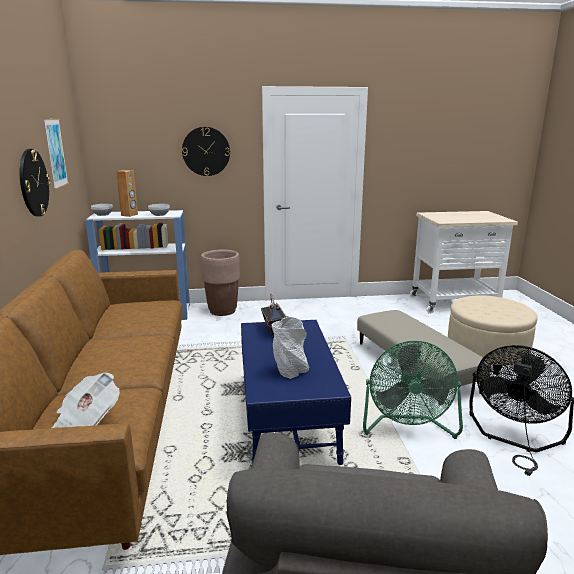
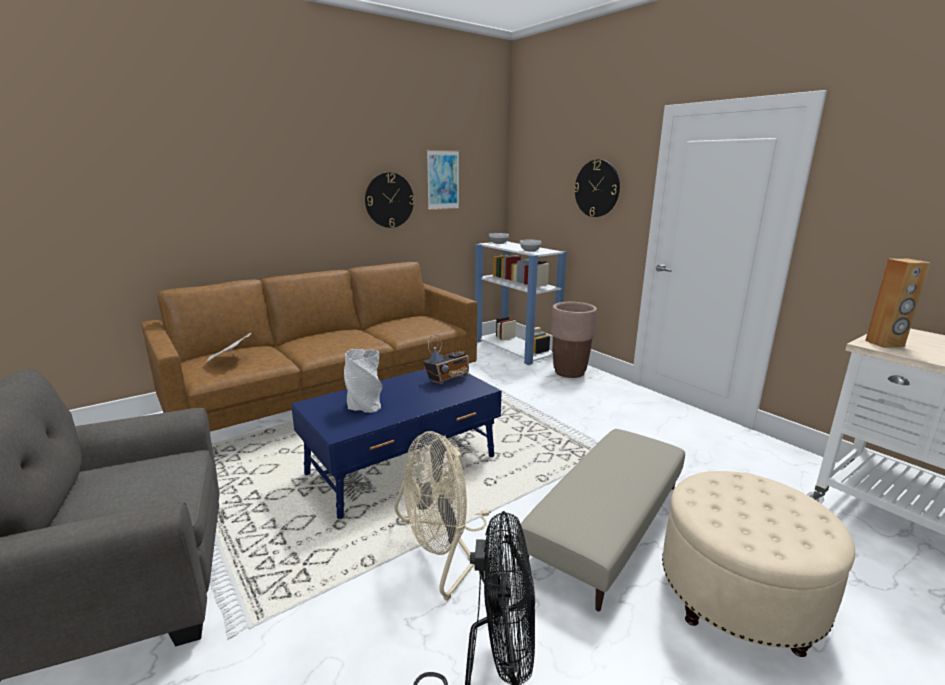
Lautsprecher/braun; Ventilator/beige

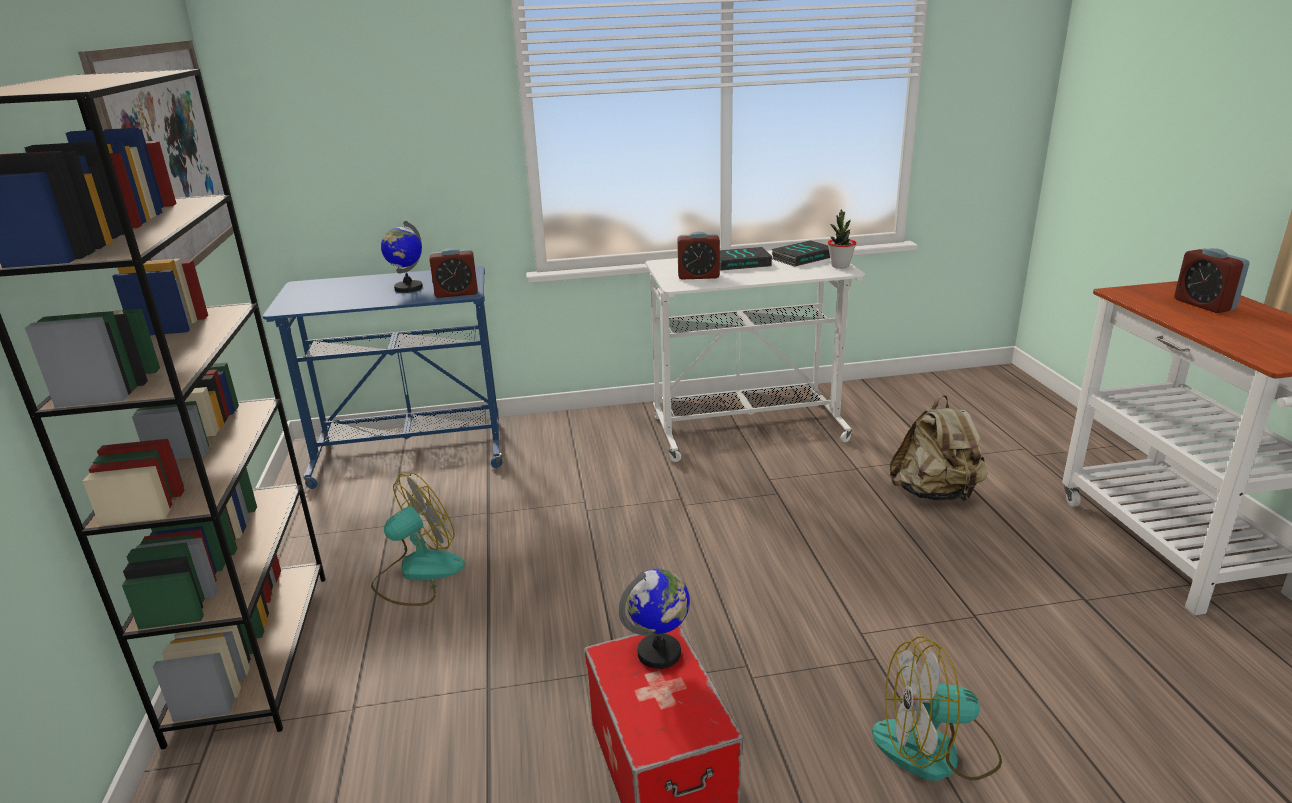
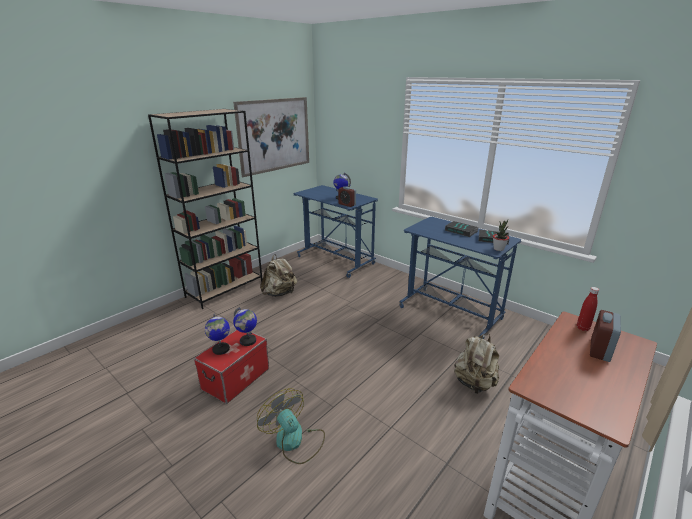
Wecker (no. 2 from left in the first image); Globus (no. 1 from left); Flasche/rot; Rucksack/beige (no. 1 from left); Schreibtisch/blau (no. 2 from left)

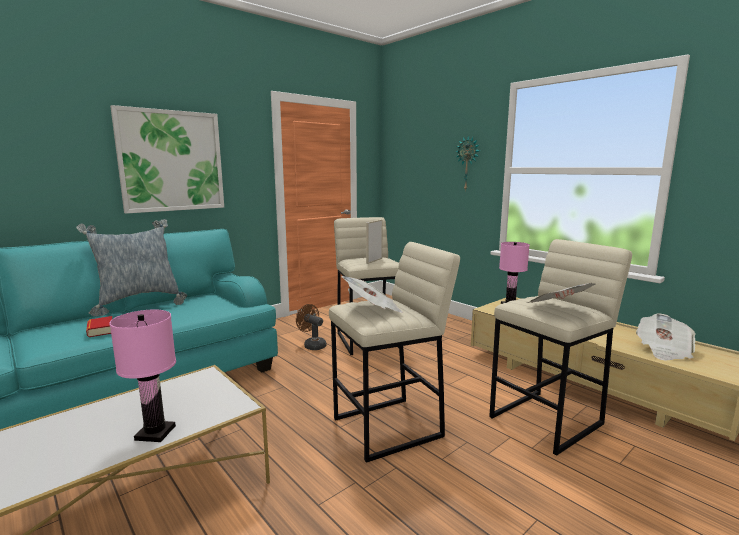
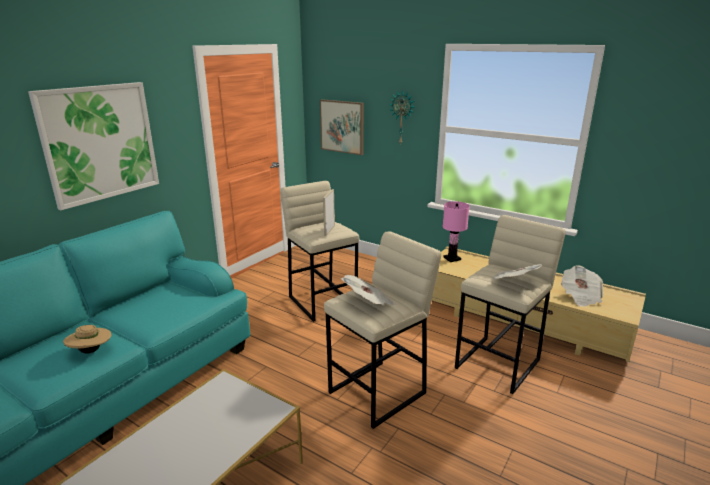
Kissen; Tischlampe/rosa (no. 1 from left in the first image); Ventilator/braun; Bild (no. 2 from left); Hut/beige

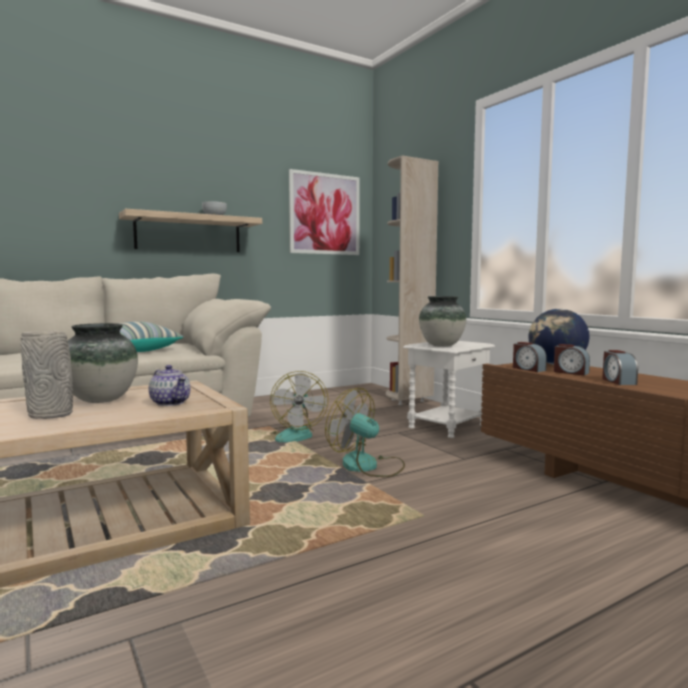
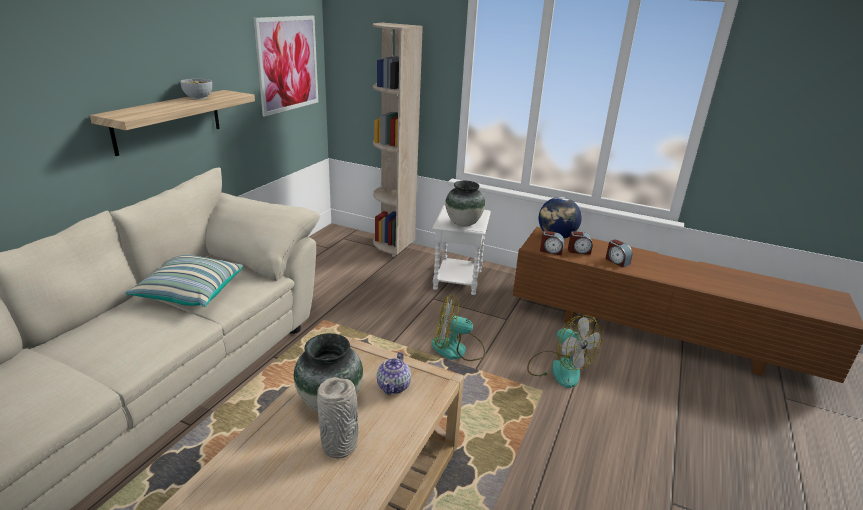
Ventilator (no. 2 from left); Teekanne

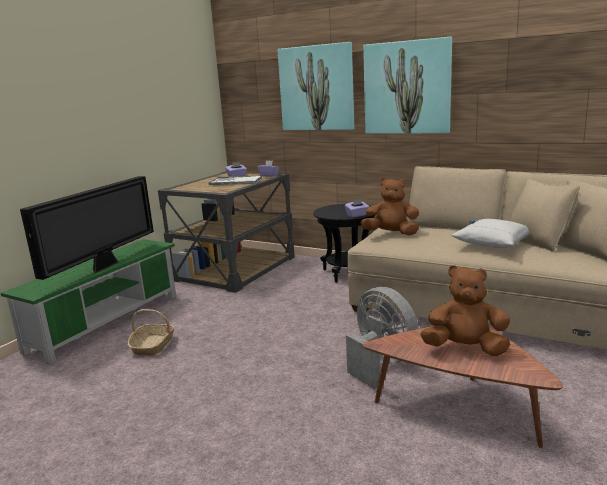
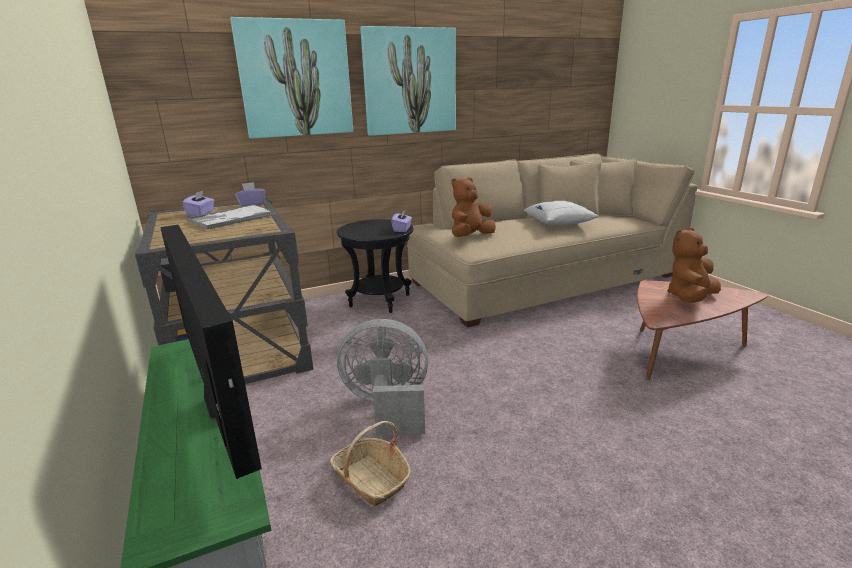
Ventilator/grau

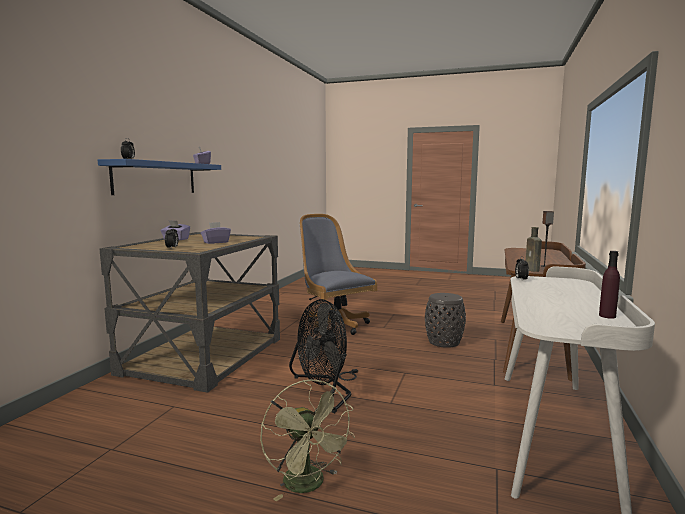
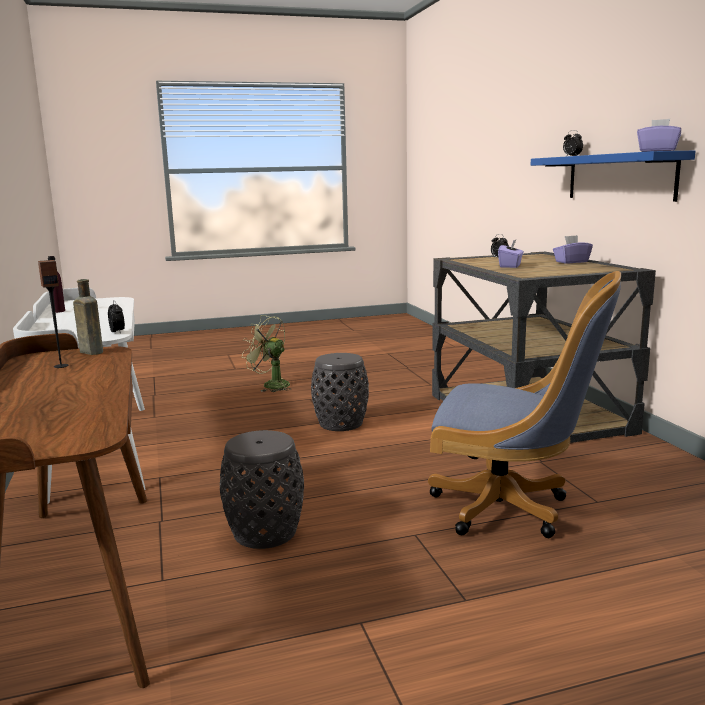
Hocker/grau (no. 2 from left)

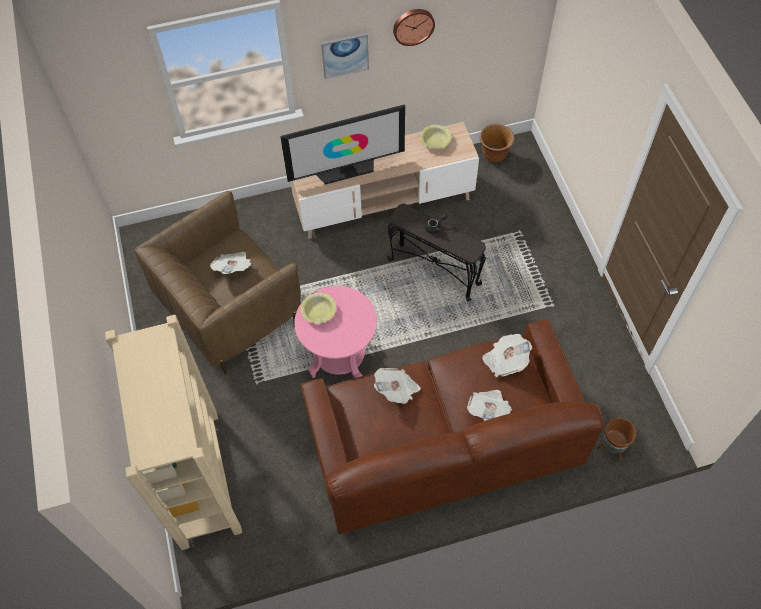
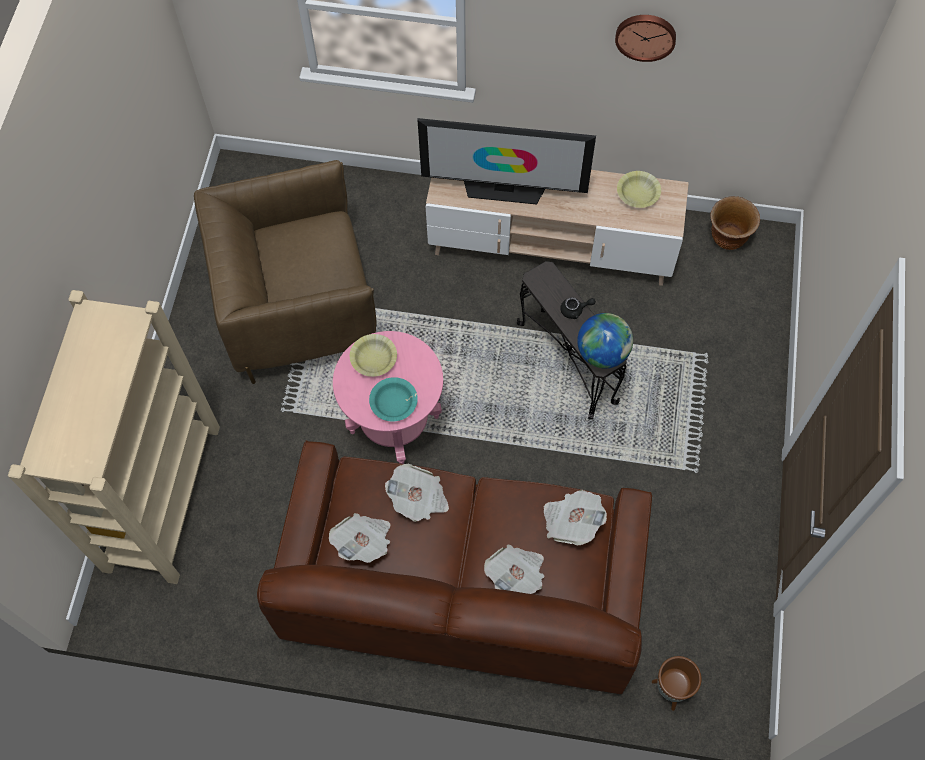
Bild; Schüssel/türkis; Globus; Zeitung (no. 1 from left)

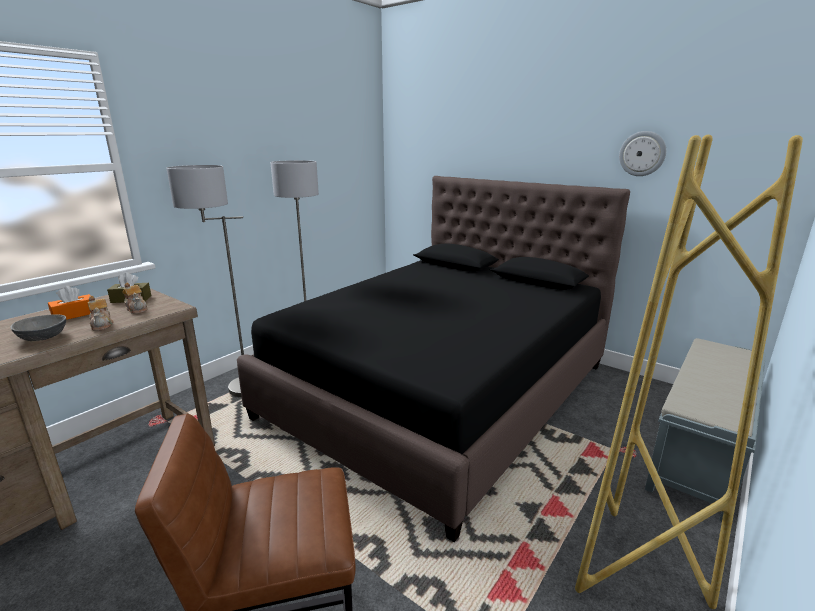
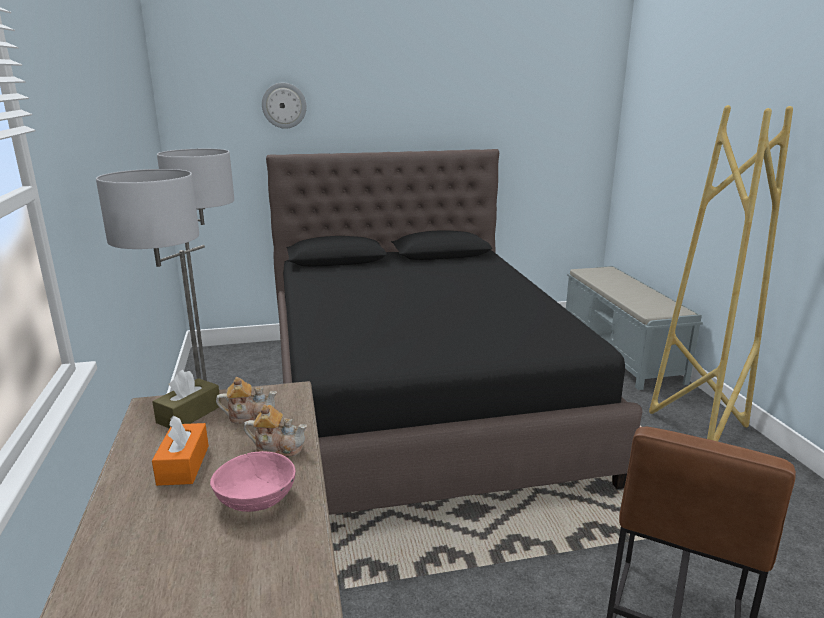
Wanduhr; Schüssel/rosa

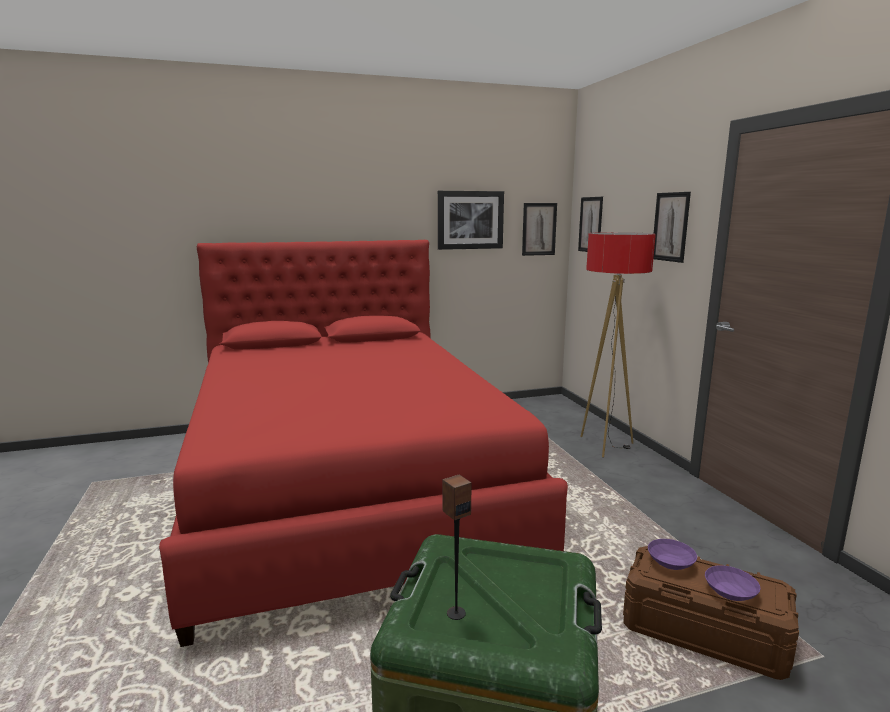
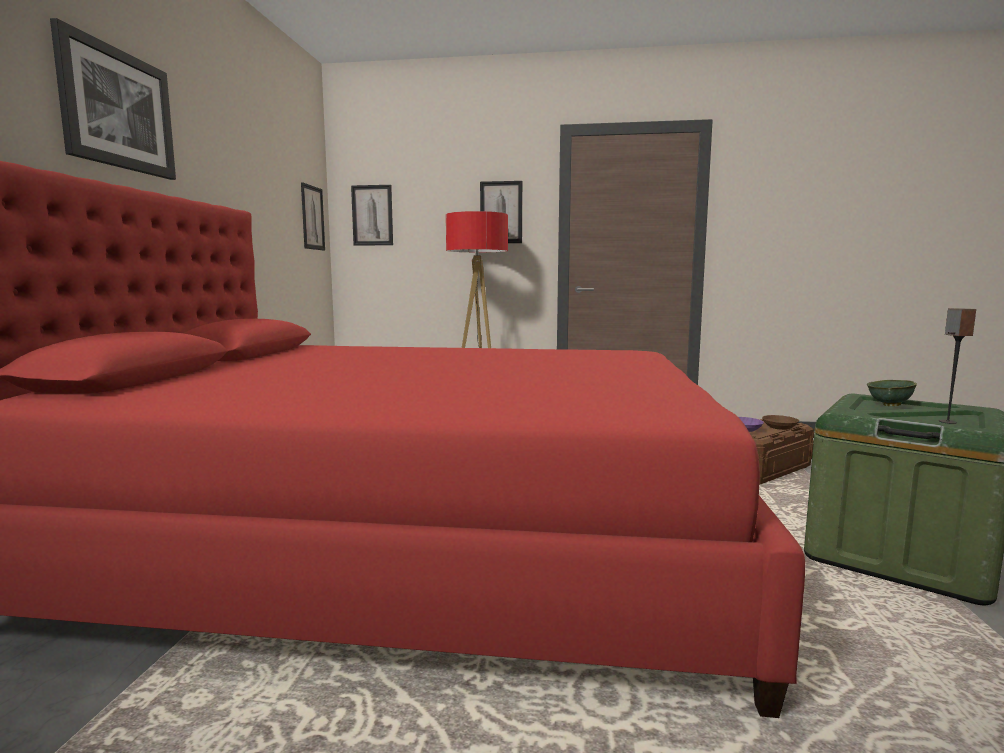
Schüssel/grün; Bild (no. 1 from left); Schüssel/braun

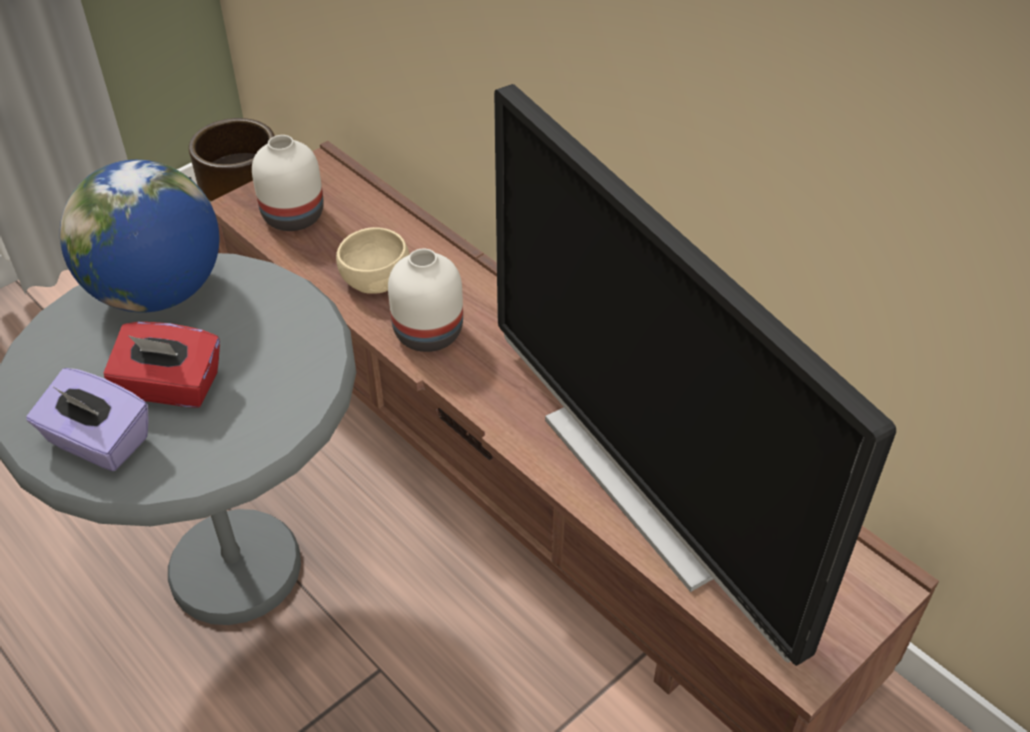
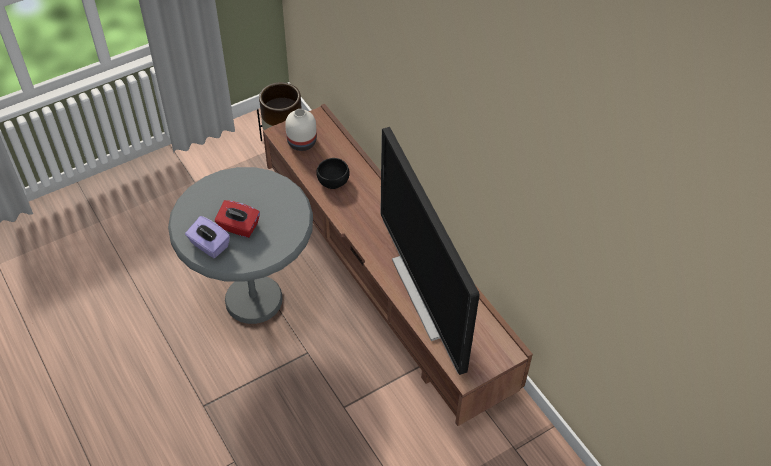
Globus; Vase/weiß (no. 2 from left in the first image); Schüssel/schwarz

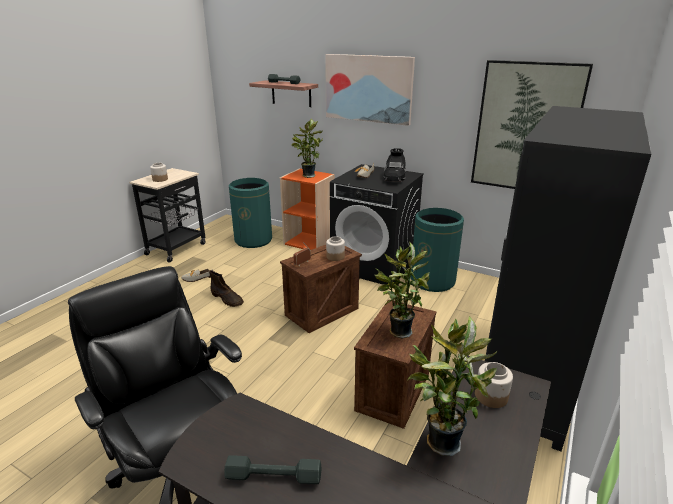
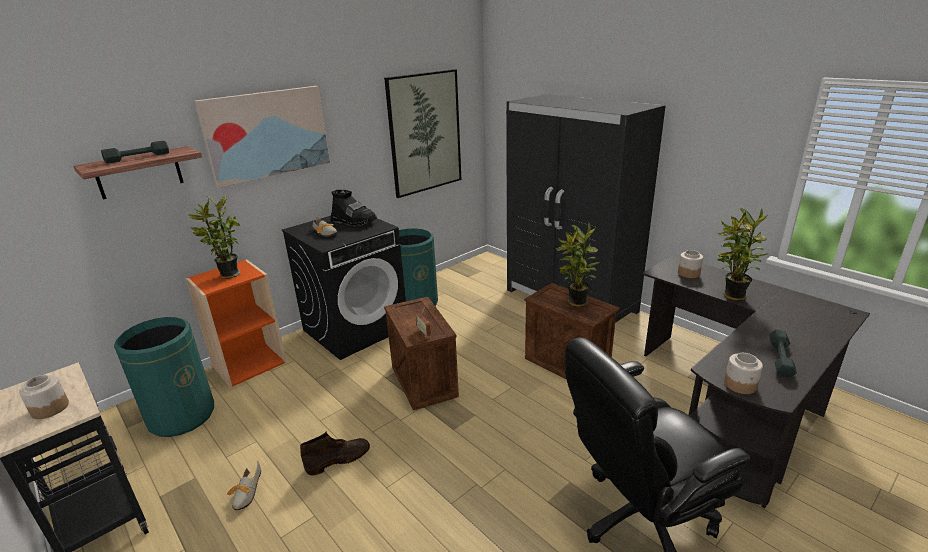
Vorratsglas (no. 3 from left)

